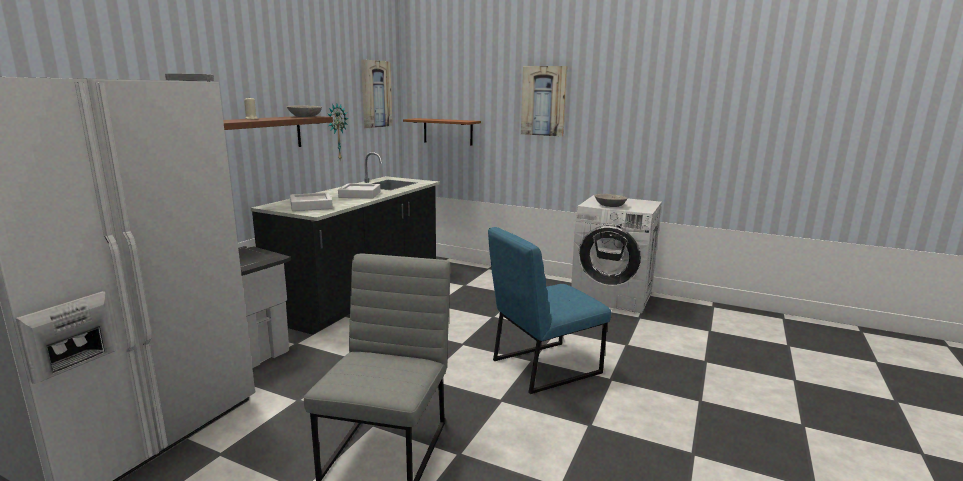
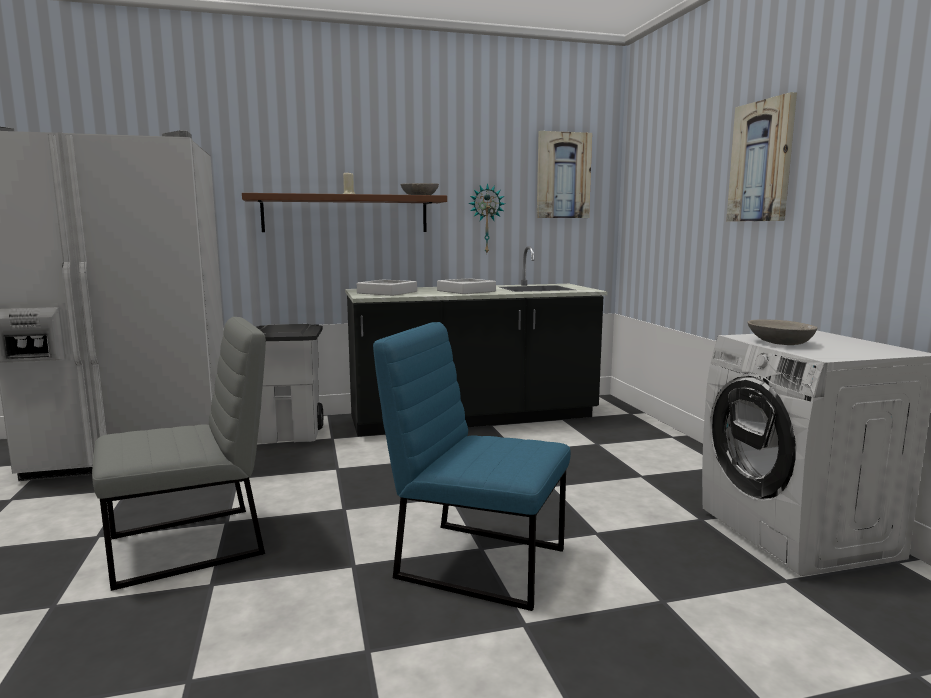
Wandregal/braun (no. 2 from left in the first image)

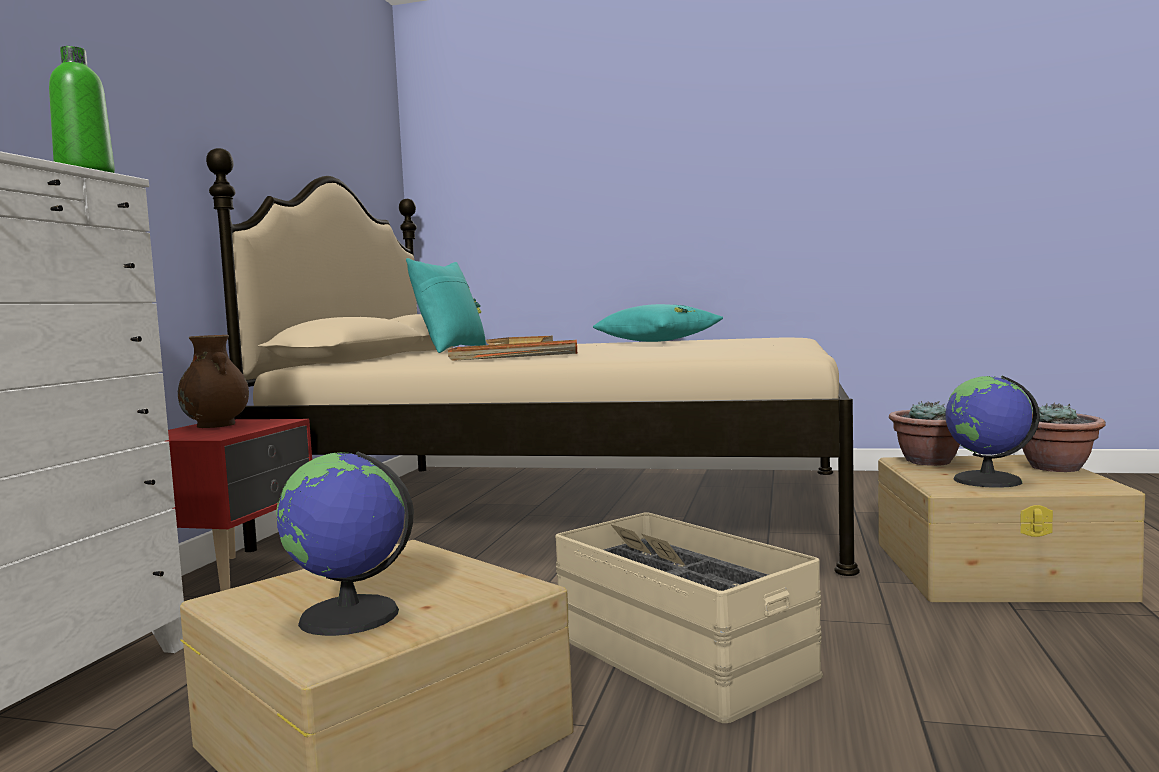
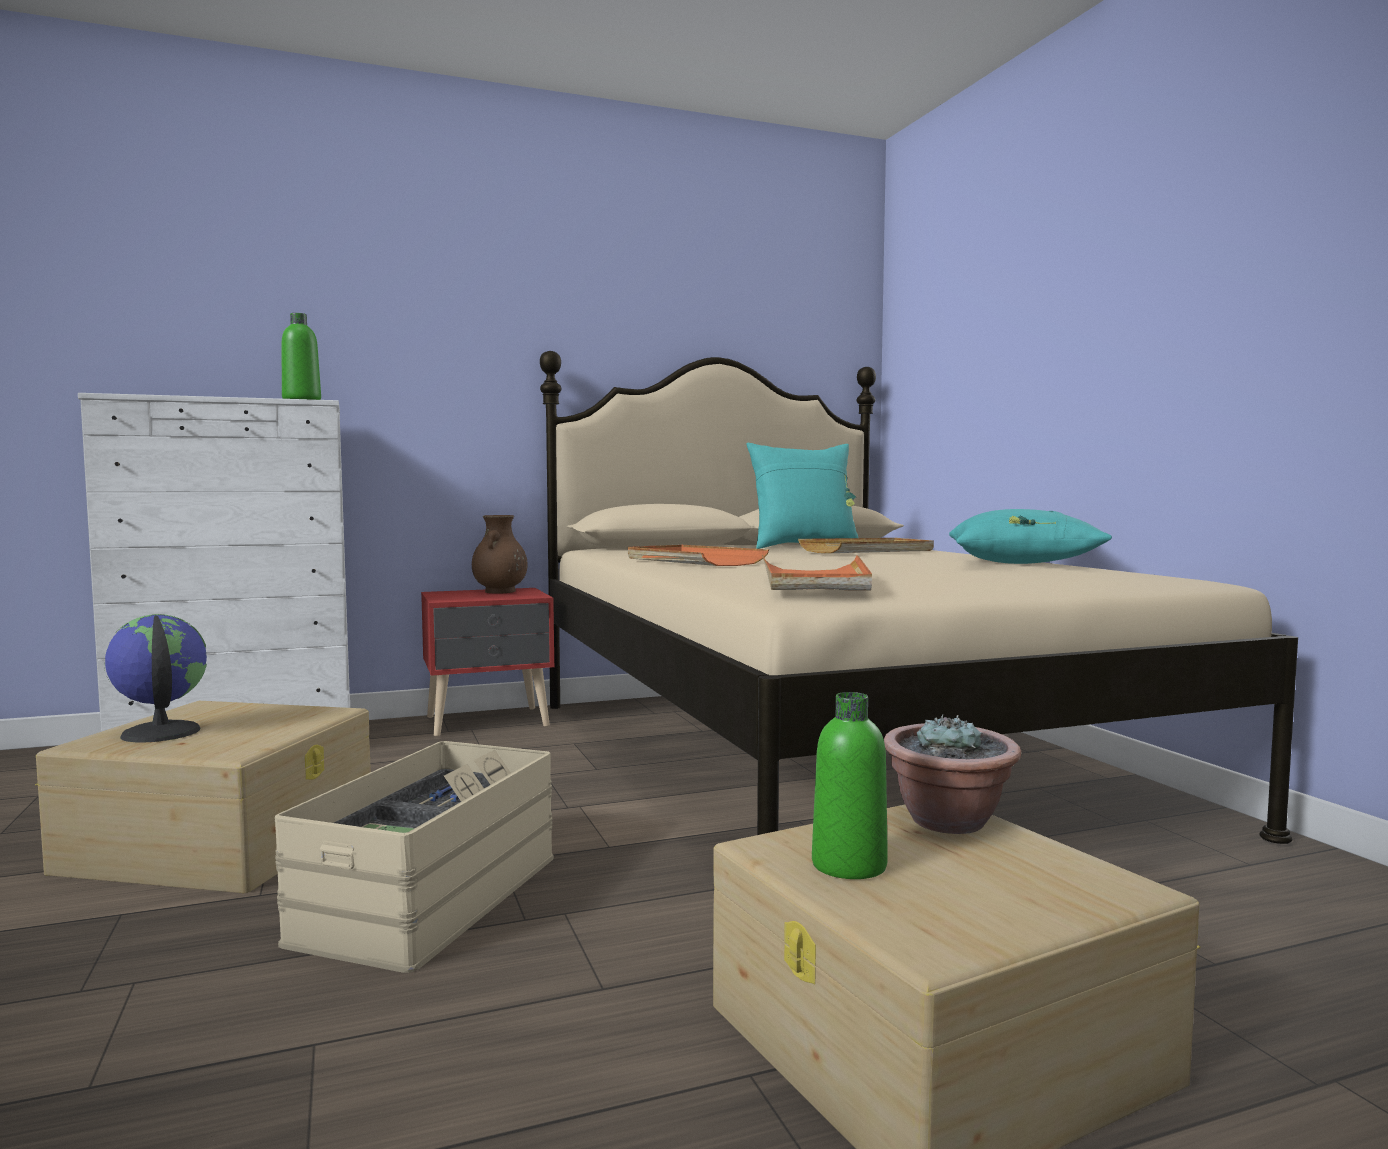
Topfpflanze (no. 2 from left in the first image); Tablett/orange (no. 2 from left); Flasche/grün (no. 2 from left)

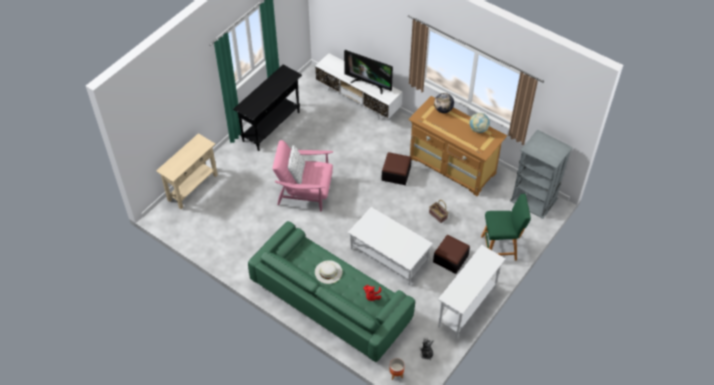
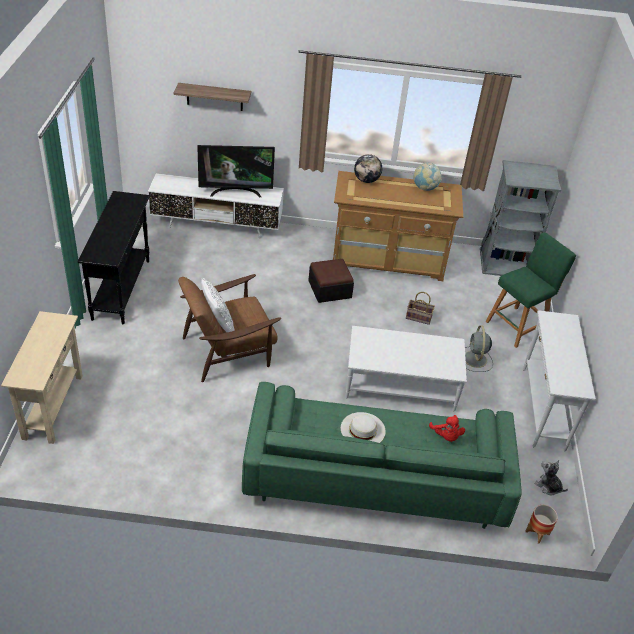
Wandregal; Ventilator/grau; Sessel/braun

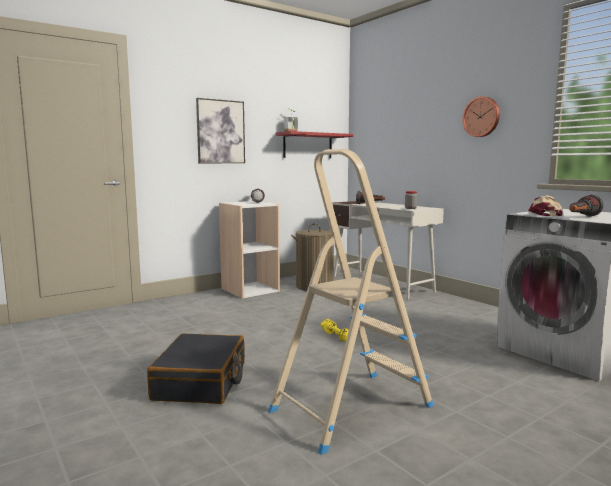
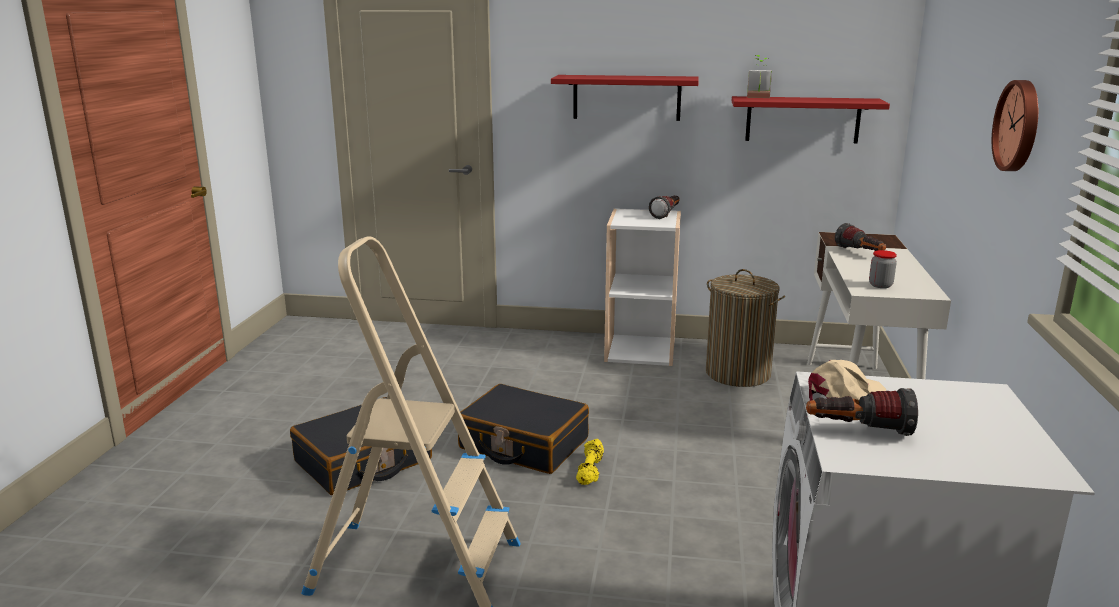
Koffer/schwarz (no. 2 from left); Wandregal/rot (no. 1 from left)

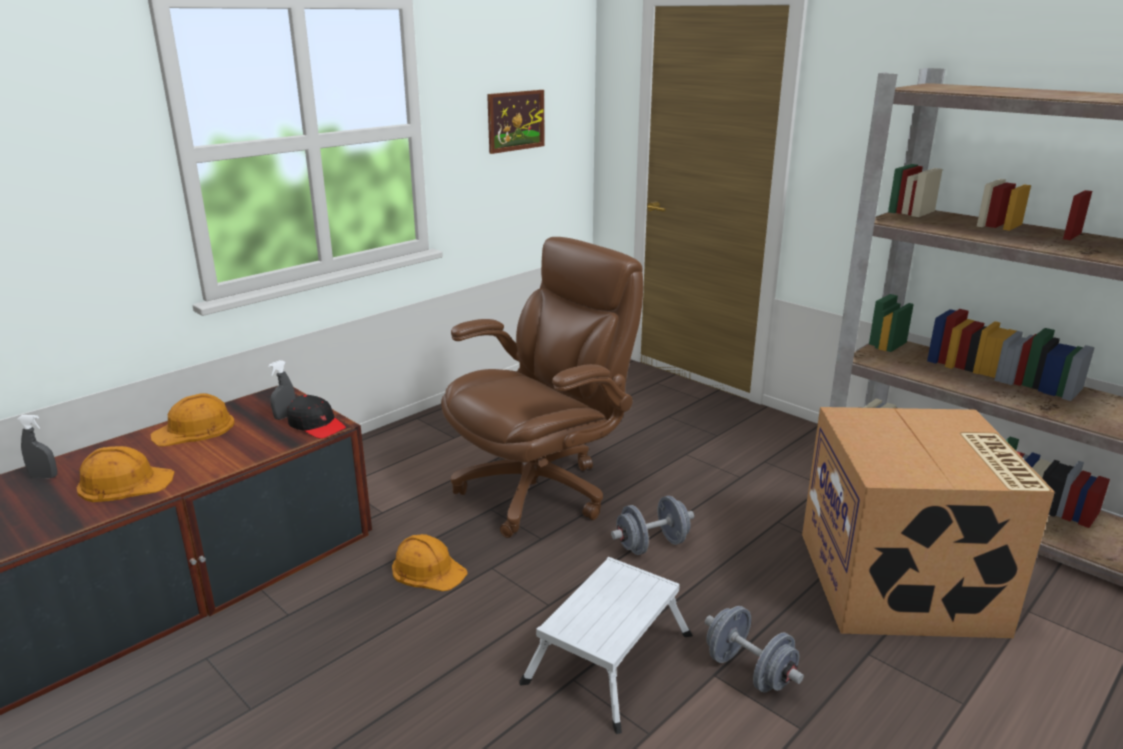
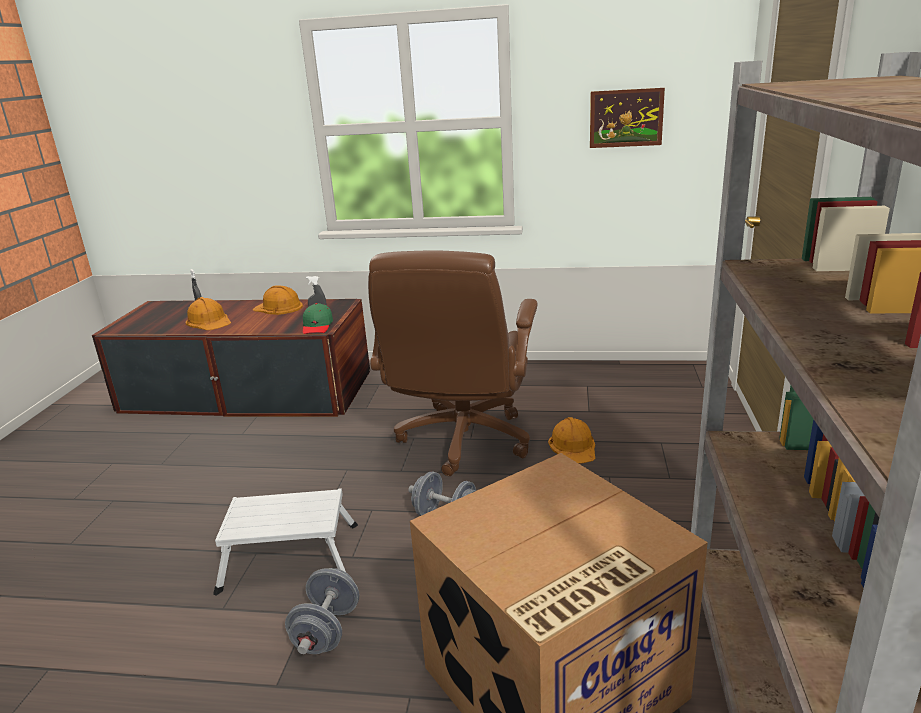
Schutzhelm/orange (no. 3 from left); Kappe/grün; Bürostuhl/braun

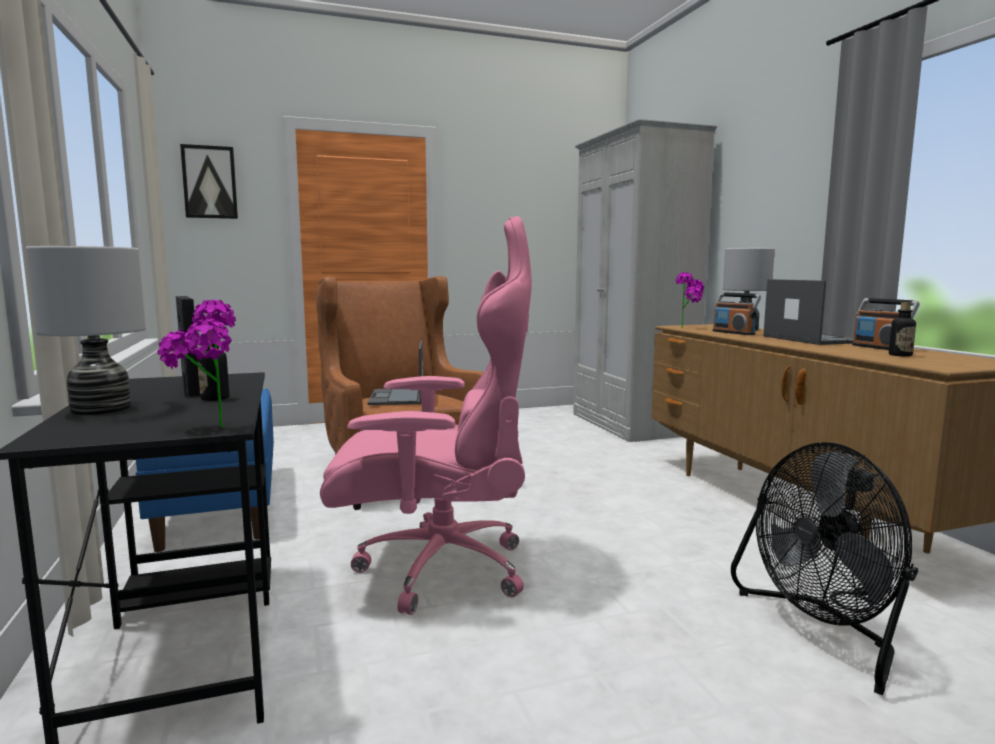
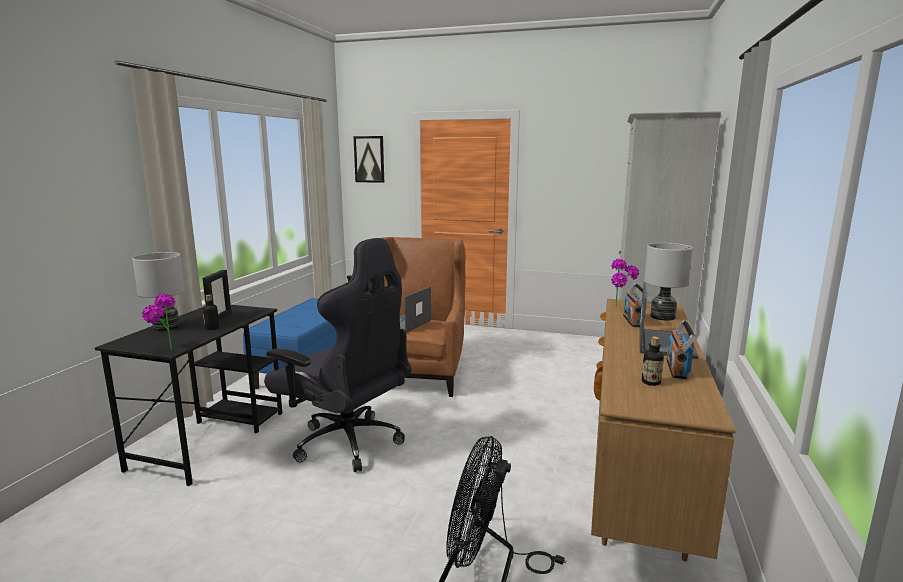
Bürostuhl/schwarz

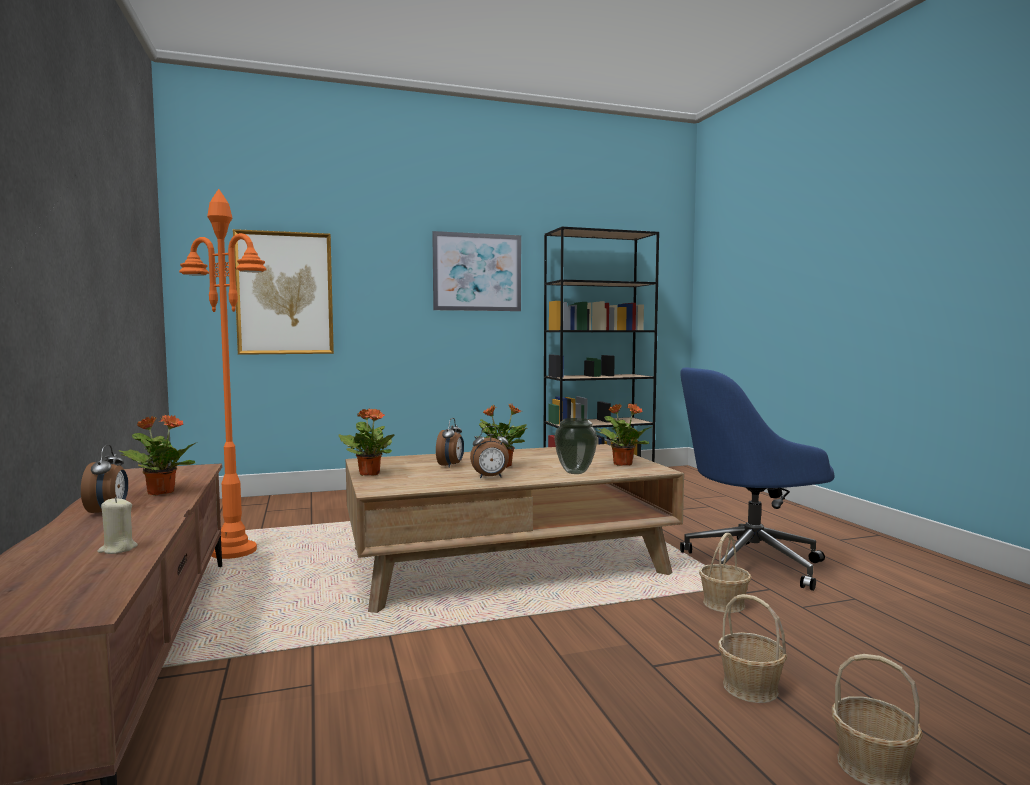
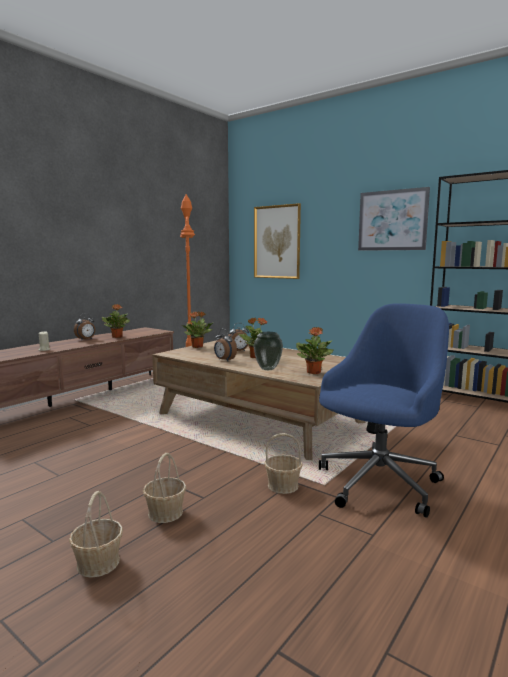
Bürostuhl/blau

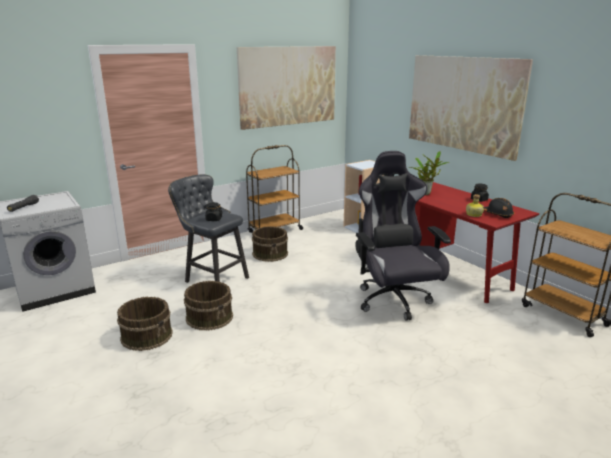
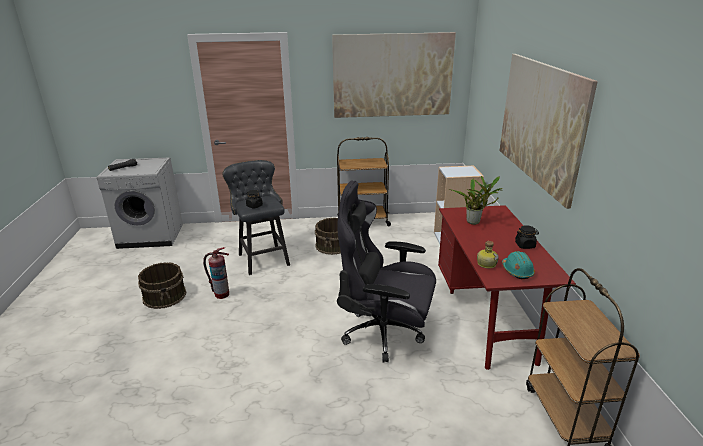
Feuerlöscher; Schutzhelm/türkis; Bürostuhl/schwarz

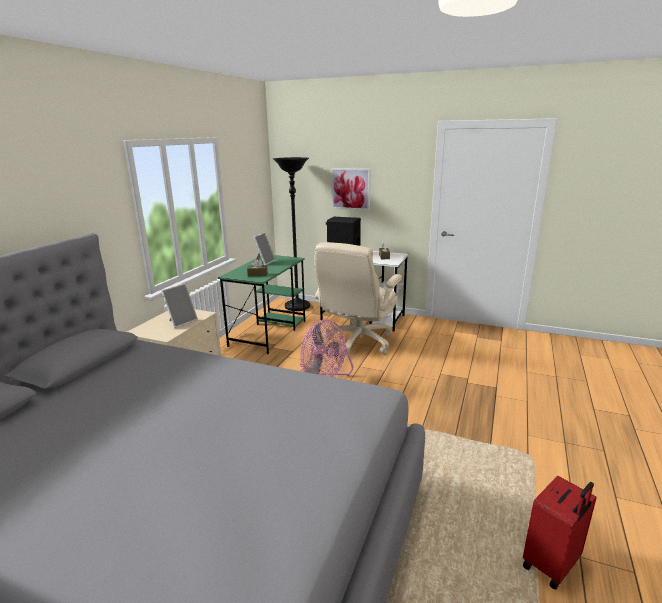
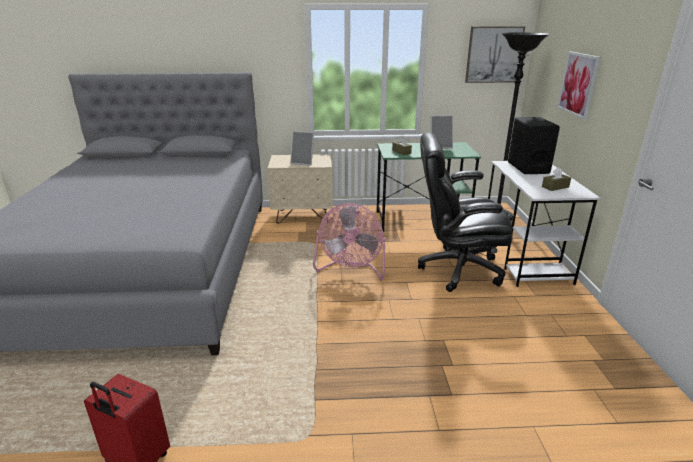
Bild (no. 1 from left); Bürostuhl/schwarz

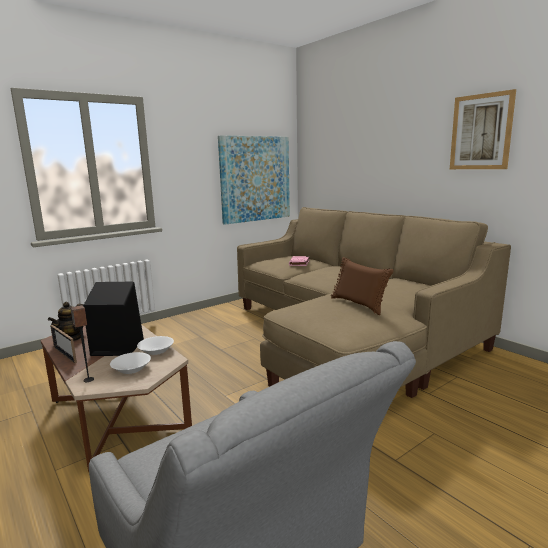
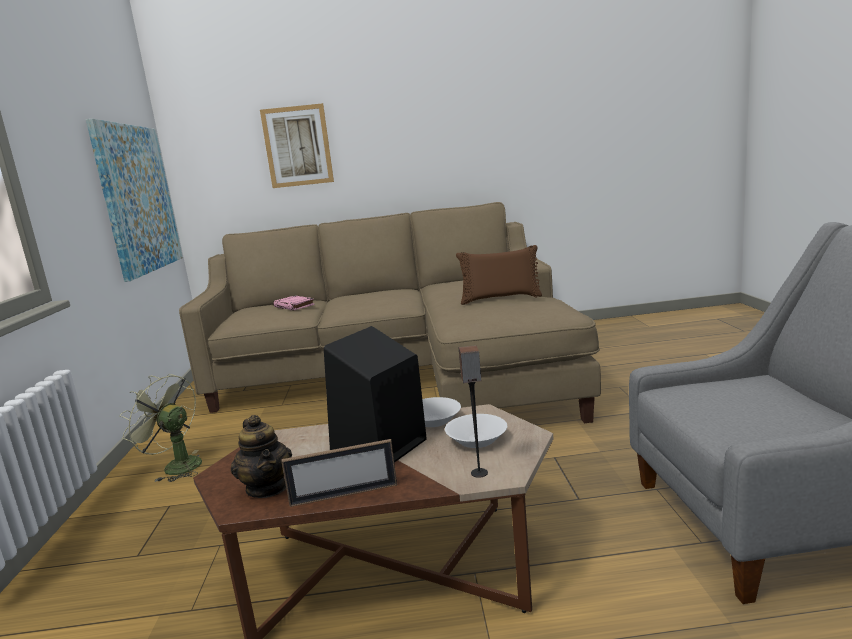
Ventilator/grün; Bild (no. 2 from left)

